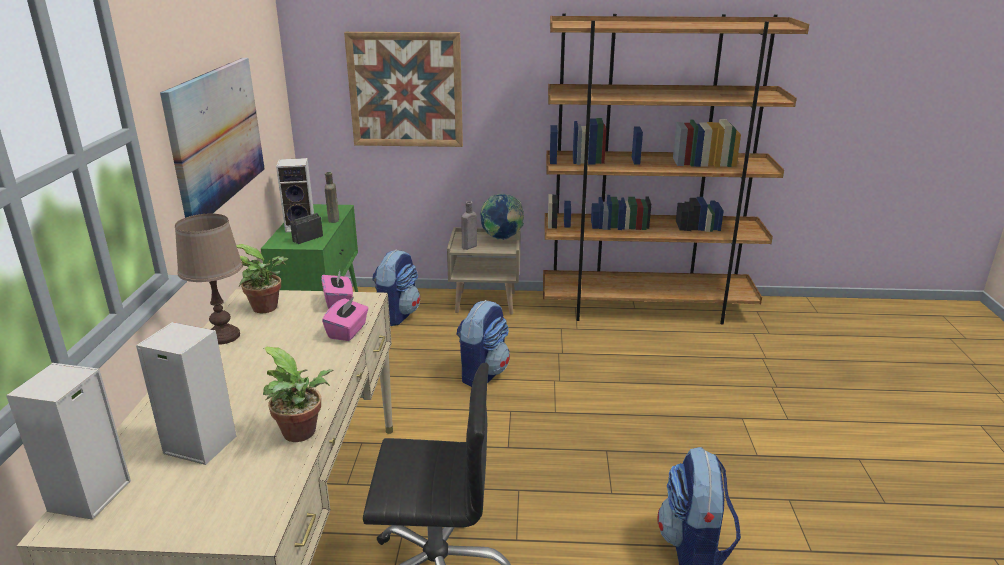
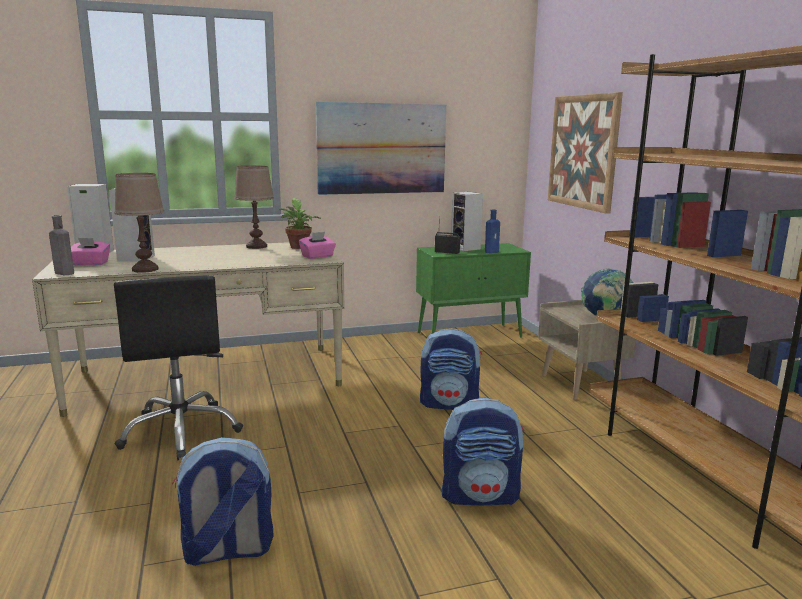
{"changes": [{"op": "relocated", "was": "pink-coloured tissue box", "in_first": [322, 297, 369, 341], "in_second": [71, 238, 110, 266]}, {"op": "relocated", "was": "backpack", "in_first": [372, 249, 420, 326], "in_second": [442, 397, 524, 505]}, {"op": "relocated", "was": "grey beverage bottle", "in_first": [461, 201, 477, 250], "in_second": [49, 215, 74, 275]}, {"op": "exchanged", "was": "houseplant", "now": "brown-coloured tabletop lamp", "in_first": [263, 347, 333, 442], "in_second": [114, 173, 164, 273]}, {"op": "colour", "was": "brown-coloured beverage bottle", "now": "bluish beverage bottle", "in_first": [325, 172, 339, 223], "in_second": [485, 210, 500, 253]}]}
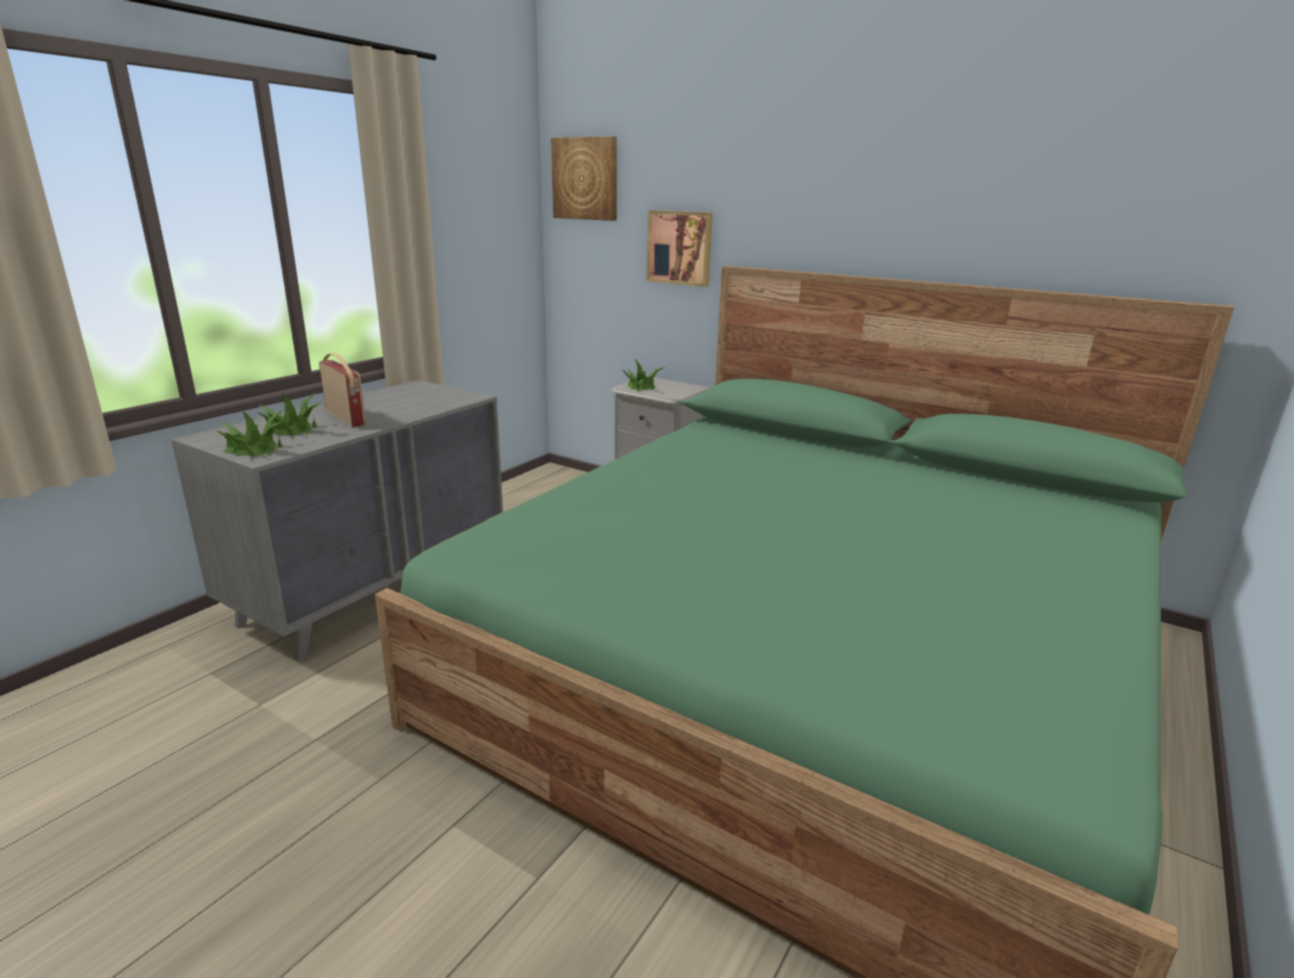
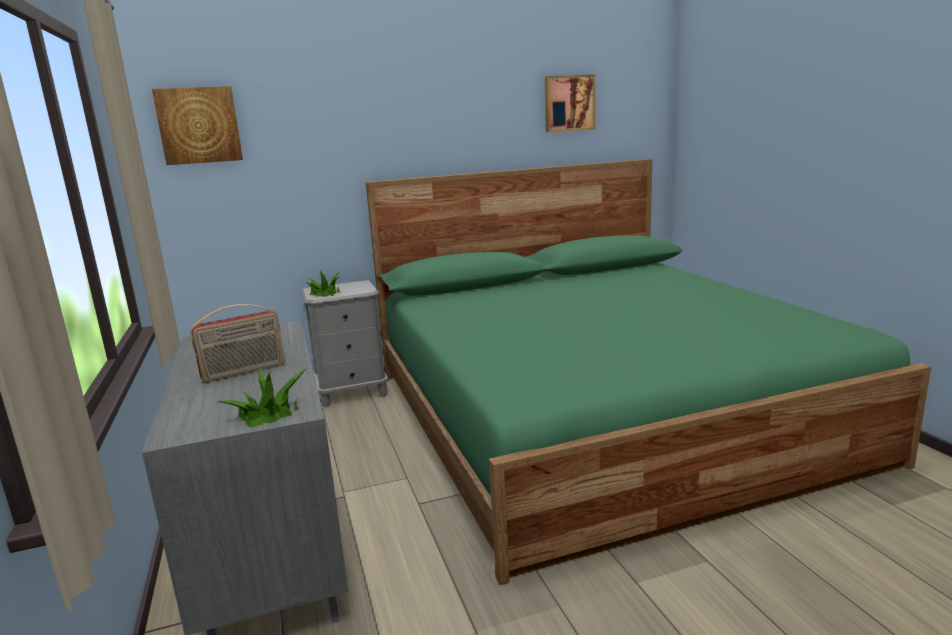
{"changes": [{"op": "missing", "was": "houseplant", "in_first": [257, 393, 321, 436]}, {"op": "relocated", "was": "wall picture", "in_first": [646, 210, 713, 287], "in_second": [545, 74, 596, 132]}, {"op": "spun", "was": "radio receiver", "in_first": [319, 353, 366, 427], "in_second": [190, 304, 285, 382], "clockwise": 150}]}
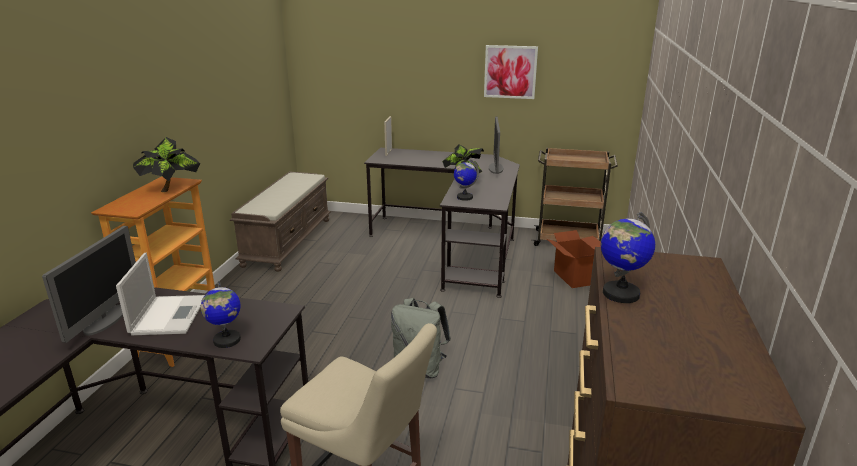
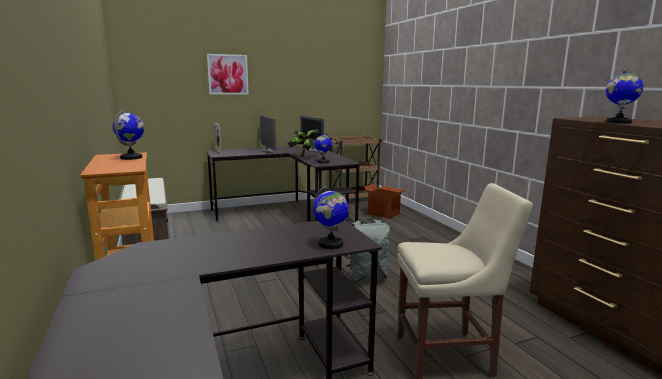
{"changes": [{"op": "missing", "was": "laptop", "in_first": [116, 253, 205, 335]}, {"op": "relocated", "was": "monitor", "in_first": [42, 226, 136, 343], "in_second": [260, 115, 276, 153]}, {"op": "relocated", "was": "wall picture", "in_first": [484, 45, 538, 99], "in_second": [207, 54, 249, 95]}, {"op": "exchanged", "was": "houseplant", "now": "globe", "in_first": [133, 137, 200, 192], "in_second": [113, 109, 144, 160]}]}
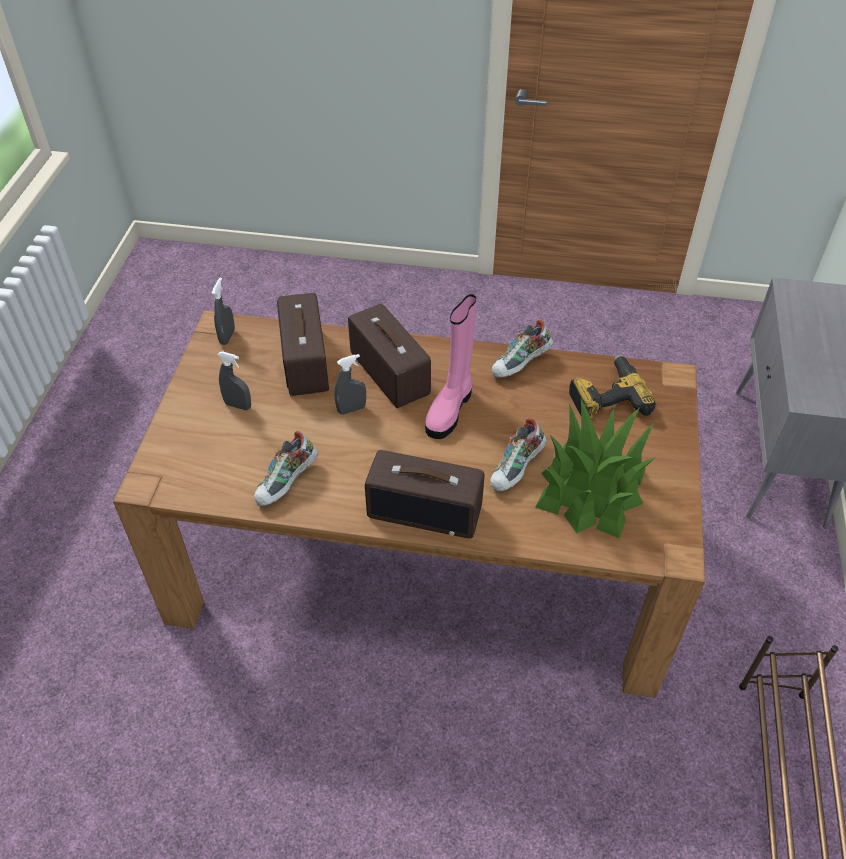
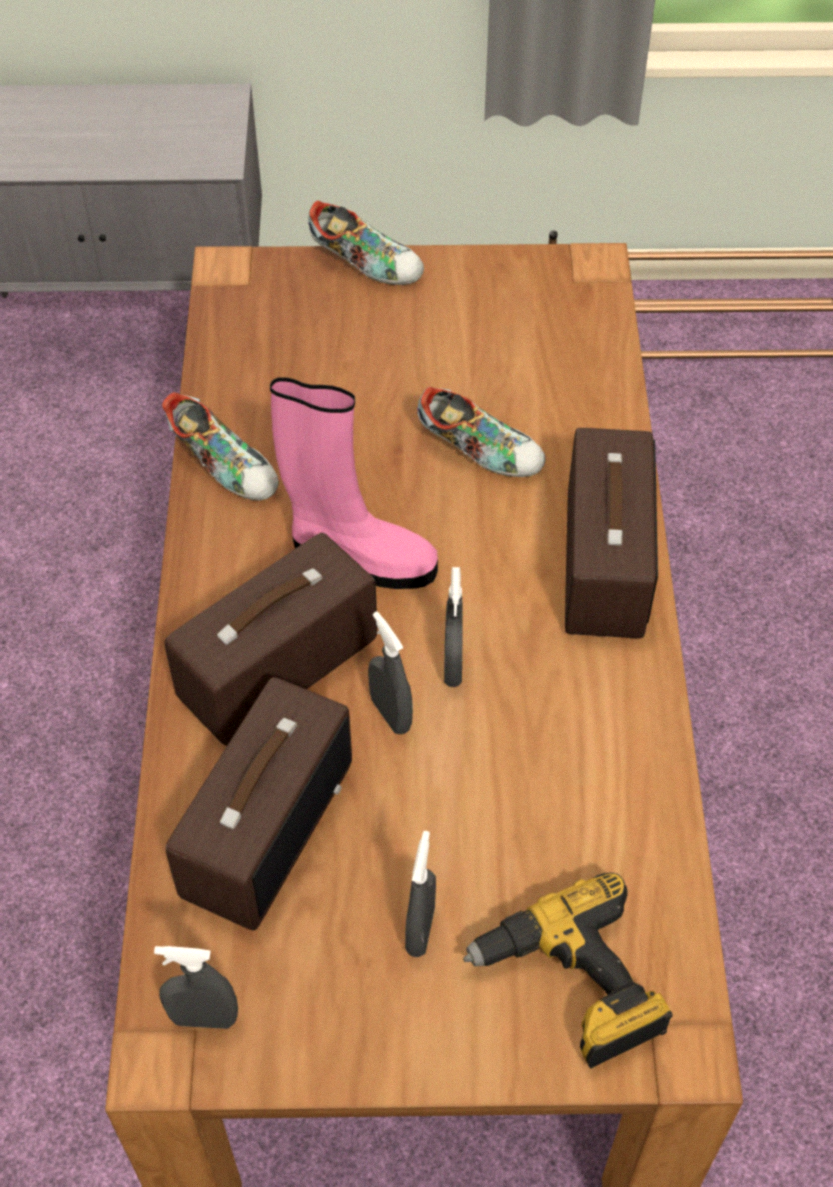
{"changes": [{"op": "missing", "was": "houseplant", "in_first": [535, 399, 656, 538]}, {"op": "appeared", "now": "grey spray bottle", "in_second": [444, 567, 463, 687]}, {"op": "relocated", "was": "item of footwear", "in_first": [254, 430, 318, 506], "in_second": [308, 200, 424, 285]}, {"op": "relocated", "was": "electric drill", "in_first": [569, 355, 656, 418], "in_second": [463, 873, 673, 1068]}, {"op": "spun", "was": "radio receiver", "in_first": [277, 293, 329, 396], "in_second": [166, 677, 352, 930], "clockwise": -45}]}
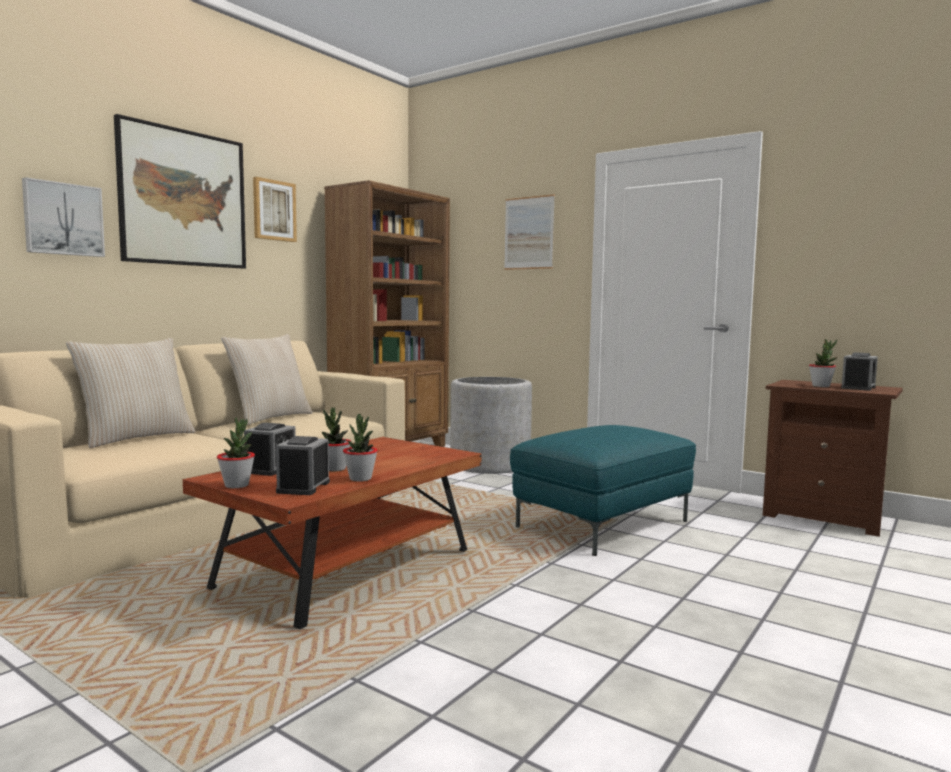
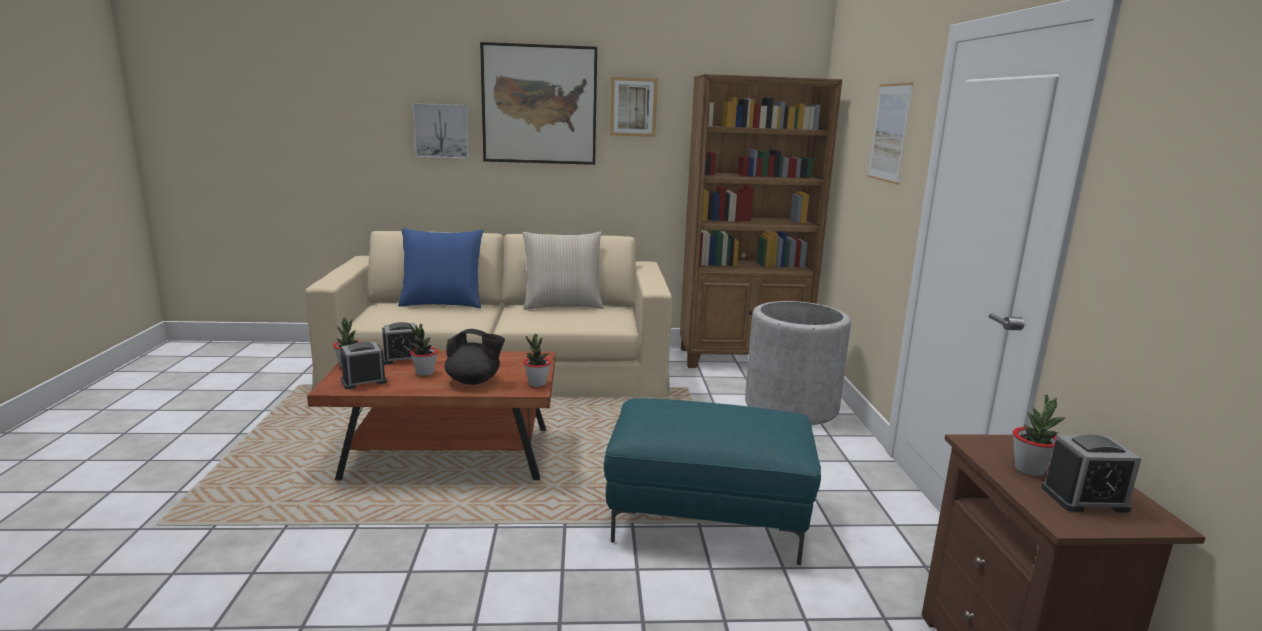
{"changes": [{"op": "appeared", "now": "black pot for tea", "in_second": [445, 329, 505, 385]}, {"op": "relocated", "was": "houseplant", "in_first": [343, 414, 378, 482], "in_second": [524, 334, 551, 387]}, {"op": "colour", "was": "beige cushion", "now": "bluish cushion", "in_first": [66, 338, 196, 448], "in_second": [398, 228, 483, 308]}]}
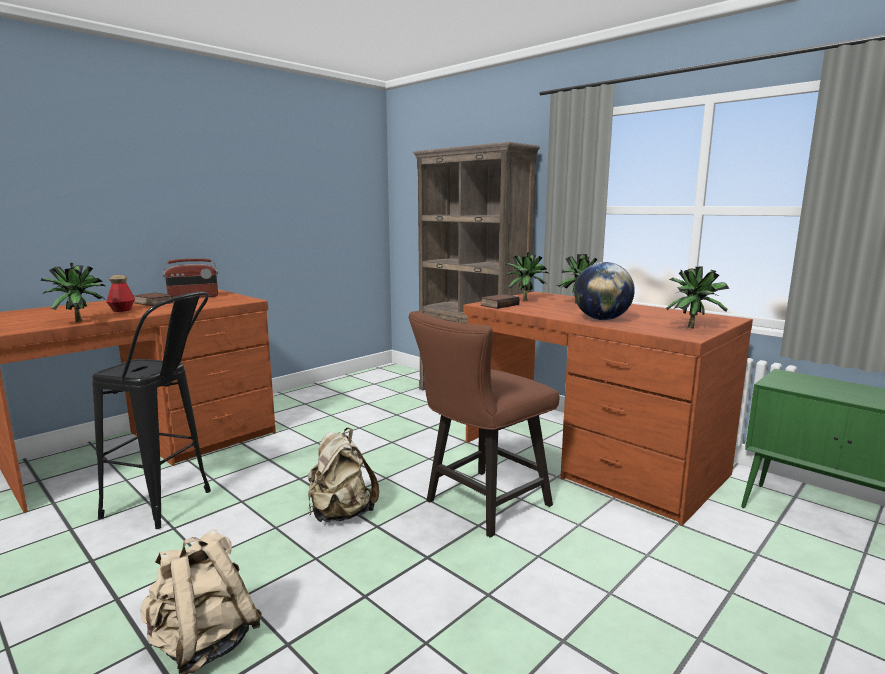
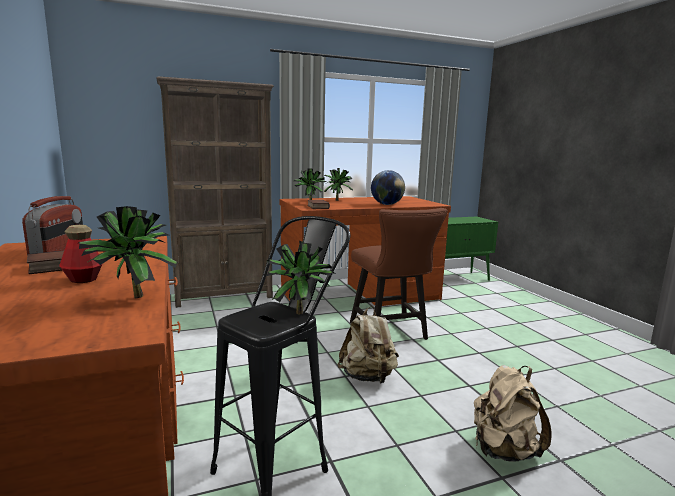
{"changes": [{"op": "relocated", "was": "houseplant", "in_first": [666, 266, 730, 328], "in_second": [266, 241, 335, 314]}]}
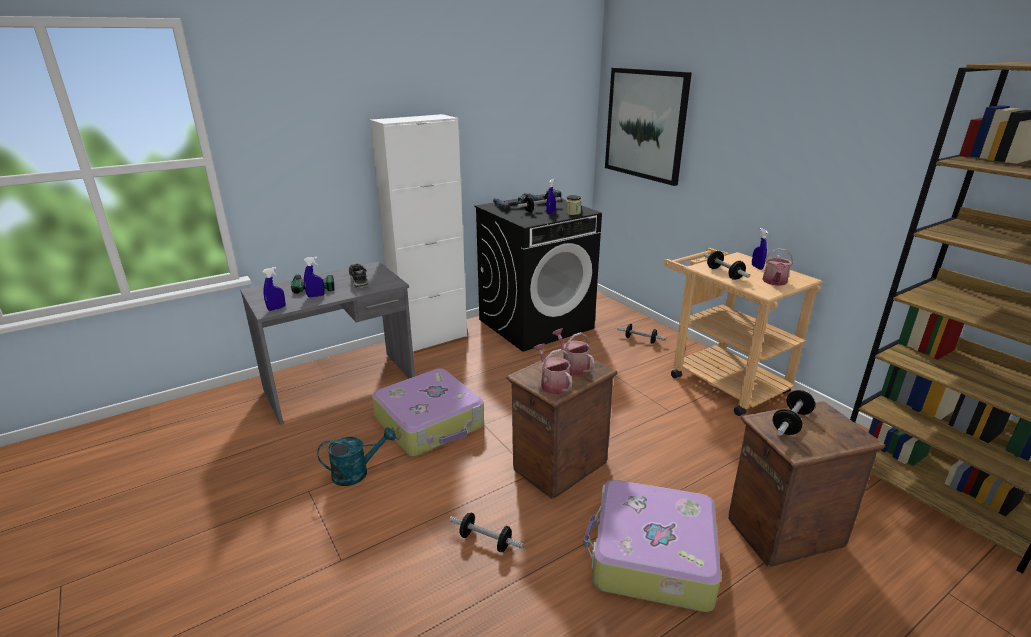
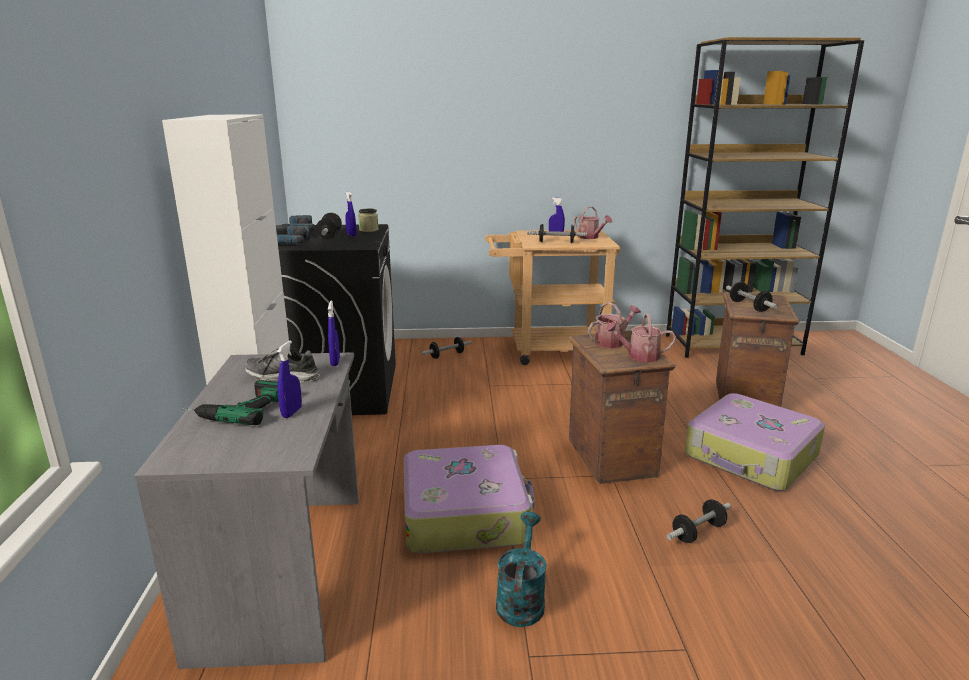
{"changes": [{"op": "missing", "was": "wall picture", "in_first": [605, 68, 692, 186]}, {"op": "relocated", "was": "bluish spray bottle", "in_first": [263, 267, 285, 311], "in_second": [328, 300, 340, 366]}, {"op": "spun", "was": "watering can", "in_first": [552, 328, 595, 376], "in_second": [588, 302, 641, 348], "clockwise": 150}]}
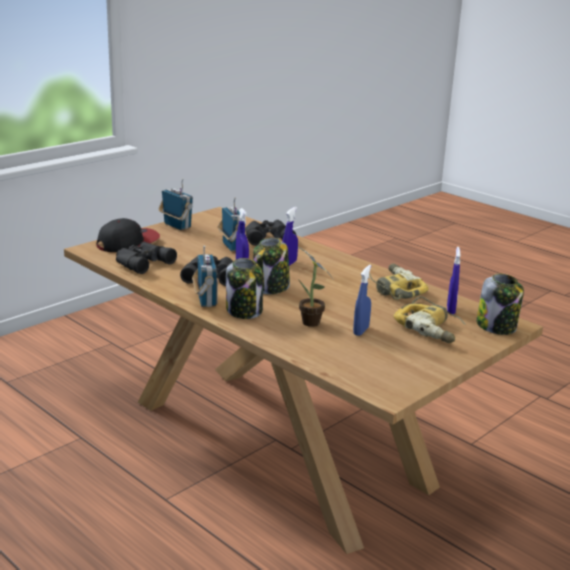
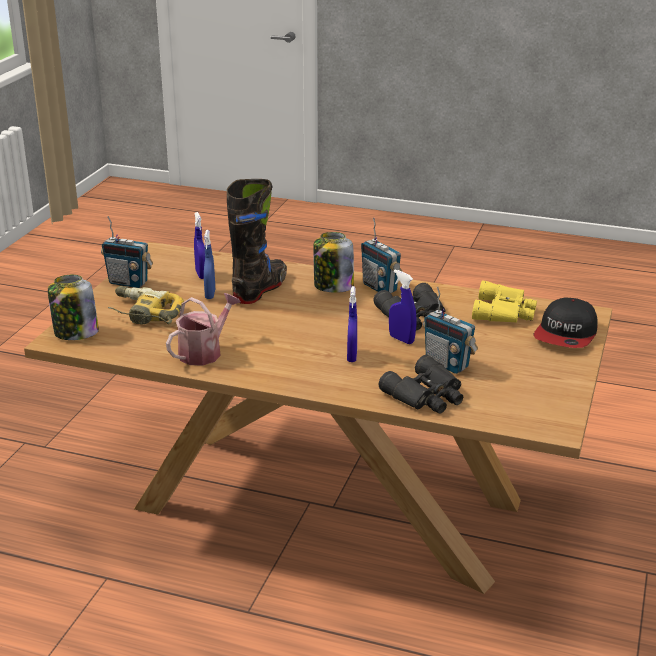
{"changes": [{"op": "missing", "was": "storage jar", "in_first": [253, 238, 290, 294]}, {"op": "relocated", "was": "radio receiver", "in_first": [159, 178, 193, 230], "in_second": [101, 216, 153, 288]}, {"op": "relocated", "was": "bluish spray bottle", "in_first": [447, 247, 460, 314], "in_second": [194, 212, 205, 279]}, {"op": "exchanged", "was": "houseplant", "now": "black high-top boot", "in_first": [298, 247, 334, 327], "in_second": [227, 179, 287, 304]}, {"op": "exchanged", "was": "electric drill", "now": "watering can", "in_first": [369, 263, 429, 300], "in_second": [166, 293, 241, 366]}, {"op": "colour", "was": "black binoculars", "now": "yellowish binoculars", "in_first": [116, 241, 177, 274], "in_second": [472, 280, 537, 323]}]}
